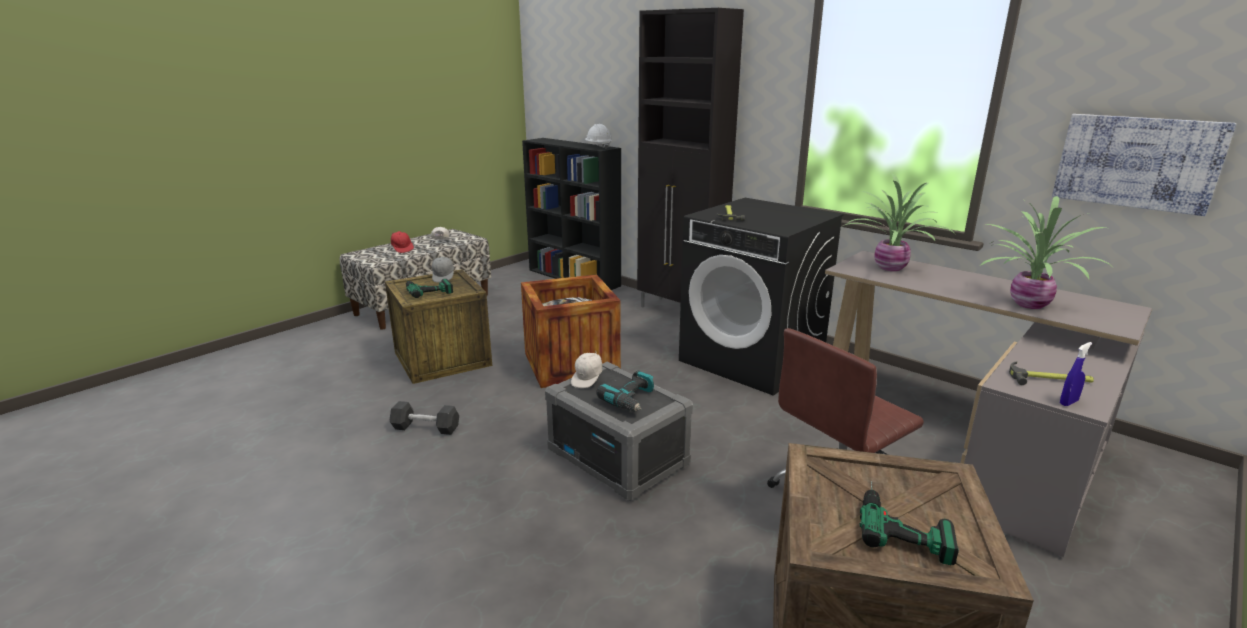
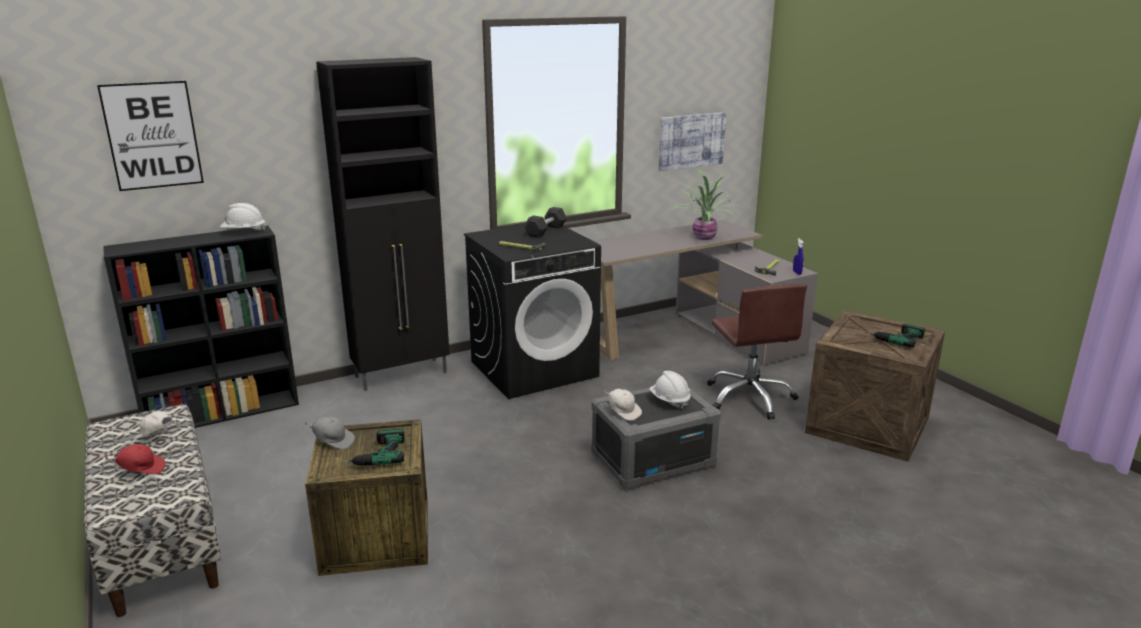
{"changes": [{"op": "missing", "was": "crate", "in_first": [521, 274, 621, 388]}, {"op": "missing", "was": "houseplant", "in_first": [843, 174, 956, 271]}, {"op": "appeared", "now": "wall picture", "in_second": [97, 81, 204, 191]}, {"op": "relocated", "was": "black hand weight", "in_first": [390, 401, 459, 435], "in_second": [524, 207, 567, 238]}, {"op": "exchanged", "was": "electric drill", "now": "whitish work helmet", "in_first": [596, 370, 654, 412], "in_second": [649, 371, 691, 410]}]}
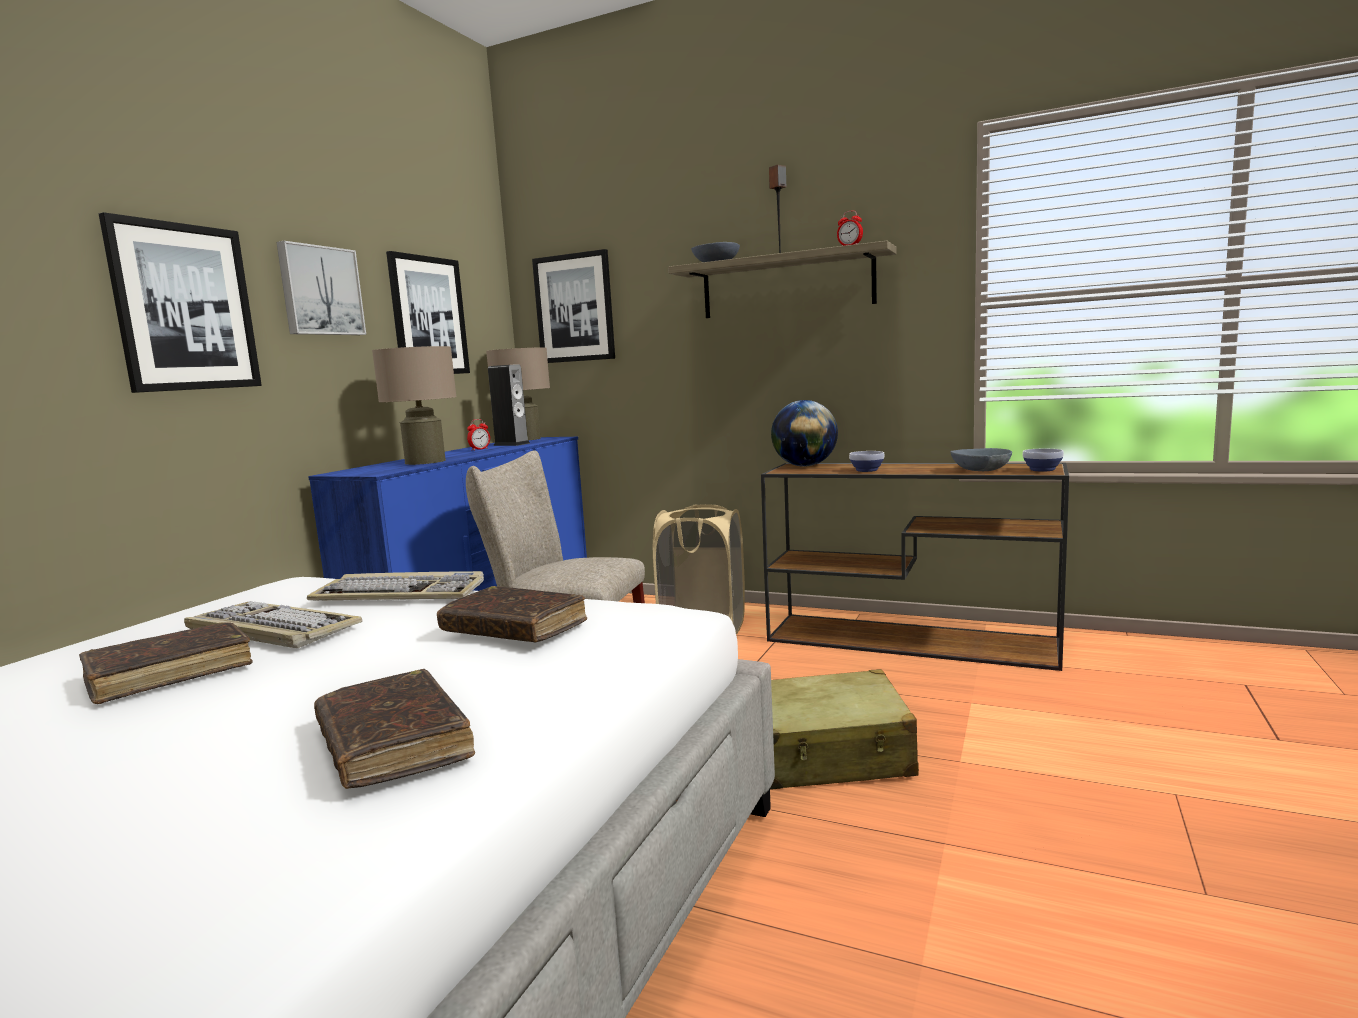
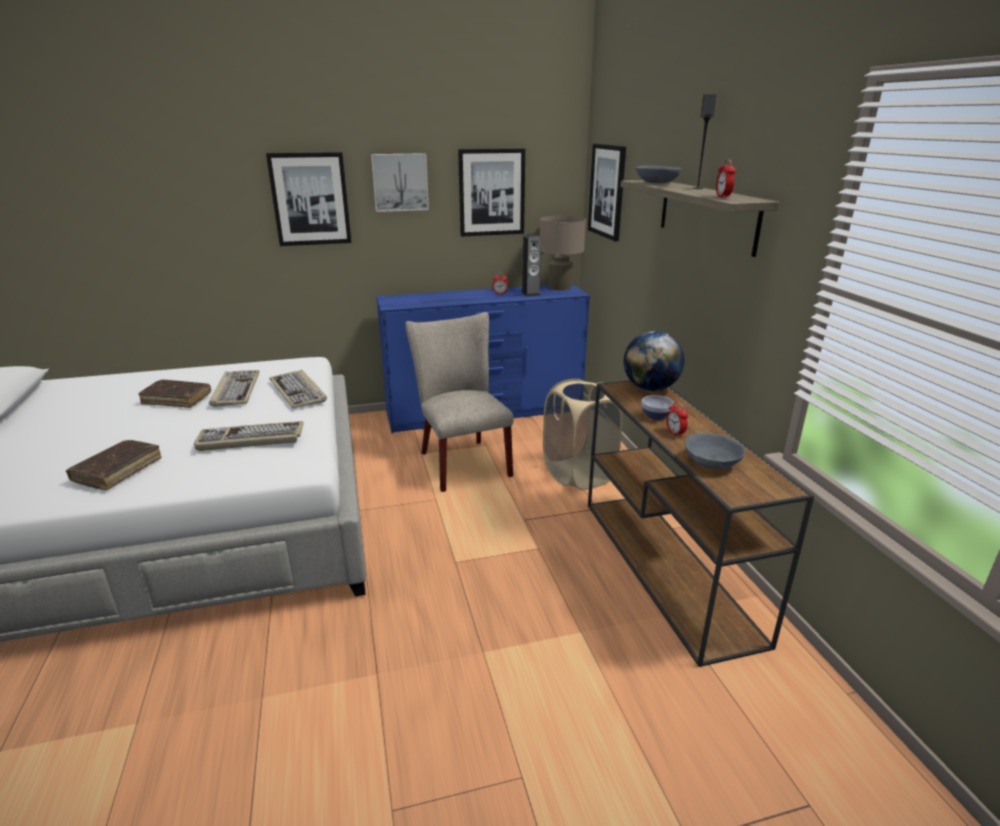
{"changes": [{"op": "missing", "was": "beige tabletop lamp", "in_first": [372, 346, 457, 465]}, {"op": "missing", "was": "beige piece of luggage", "in_first": [770, 669, 919, 790]}, {"op": "missing", "was": "serving bowl", "in_first": [1023, 449, 1064, 472]}, {"op": "appeared", "now": "table clock", "in_second": [666, 401, 688, 437]}, {"op": "exchanged", "was": "brown-coloured volume", "now": "keyboard", "in_first": [437, 586, 587, 642], "in_second": [194, 421, 303, 451]}]}
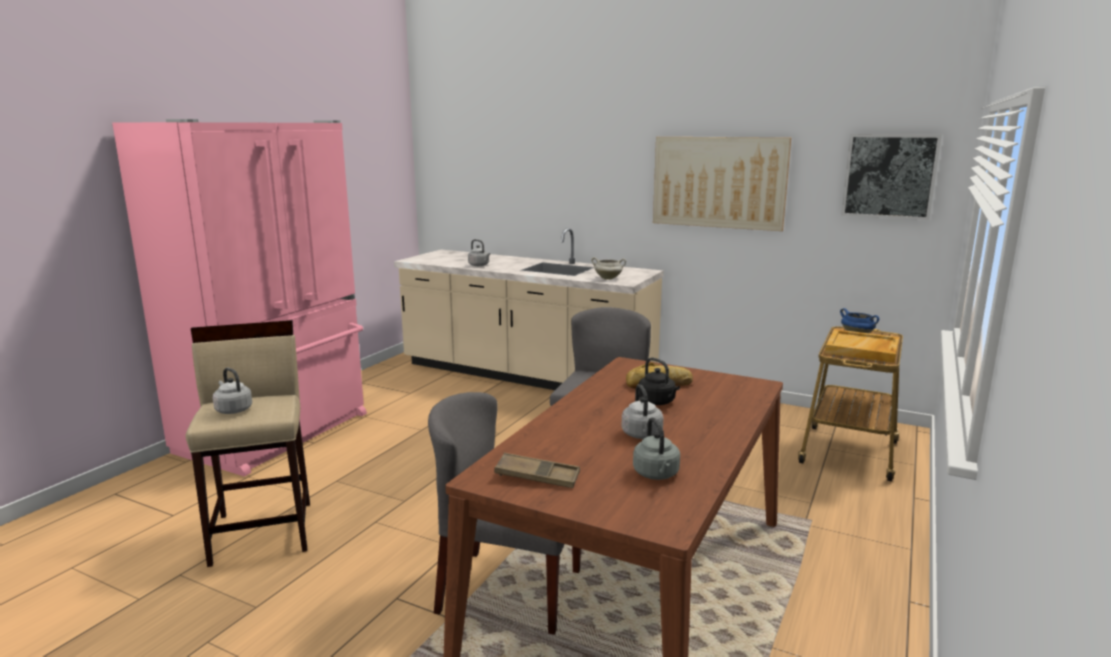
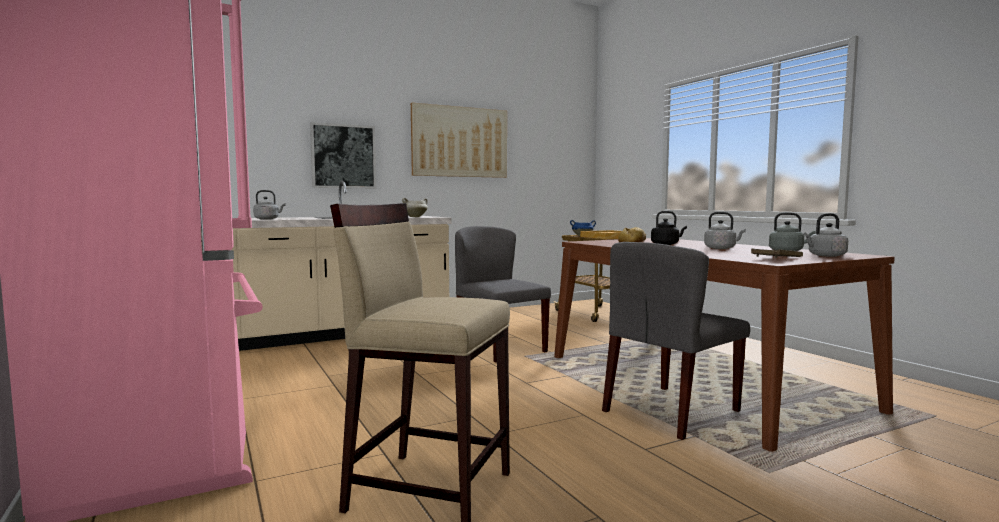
{"changes": [{"op": "relocated", "was": "grey kettle", "in_first": [213, 368, 252, 414], "in_second": [803, 213, 848, 257]}, {"op": "relocated", "was": "wall picture", "in_first": [841, 134, 942, 220], "in_second": [310, 122, 376, 188]}]}
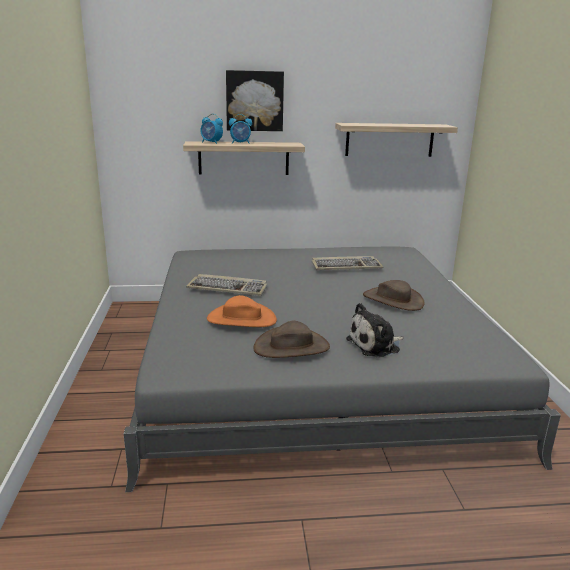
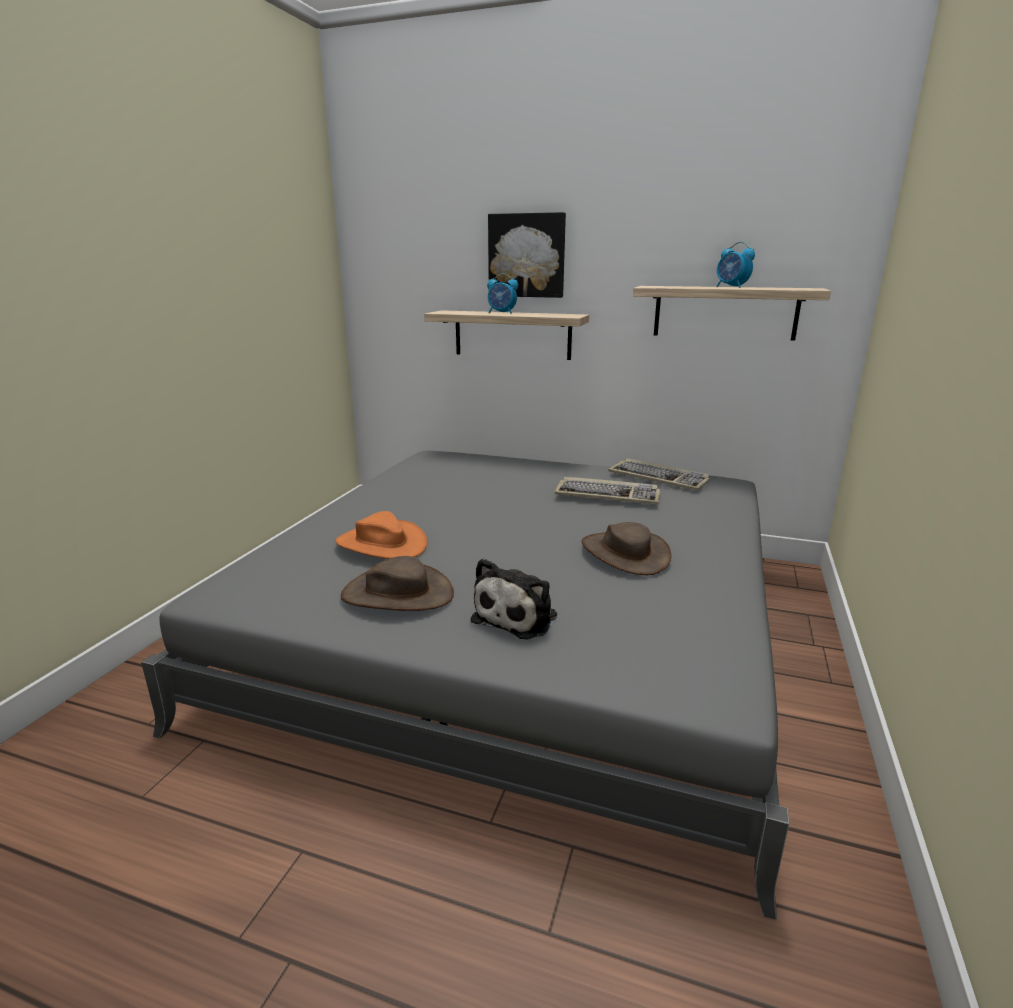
{"changes": [{"op": "relocated", "was": "keyboard", "in_first": [186, 274, 267, 296], "in_second": [608, 458, 710, 491]}, {"op": "relocated", "was": "table clock", "in_first": [200, 114, 223, 144], "in_second": [717, 242, 755, 288]}, {"op": "spun", "was": "plush toy", "in_first": [346, 303, 404, 358], "in_second": [471, 558, 557, 639], "clockwise": -60}]}
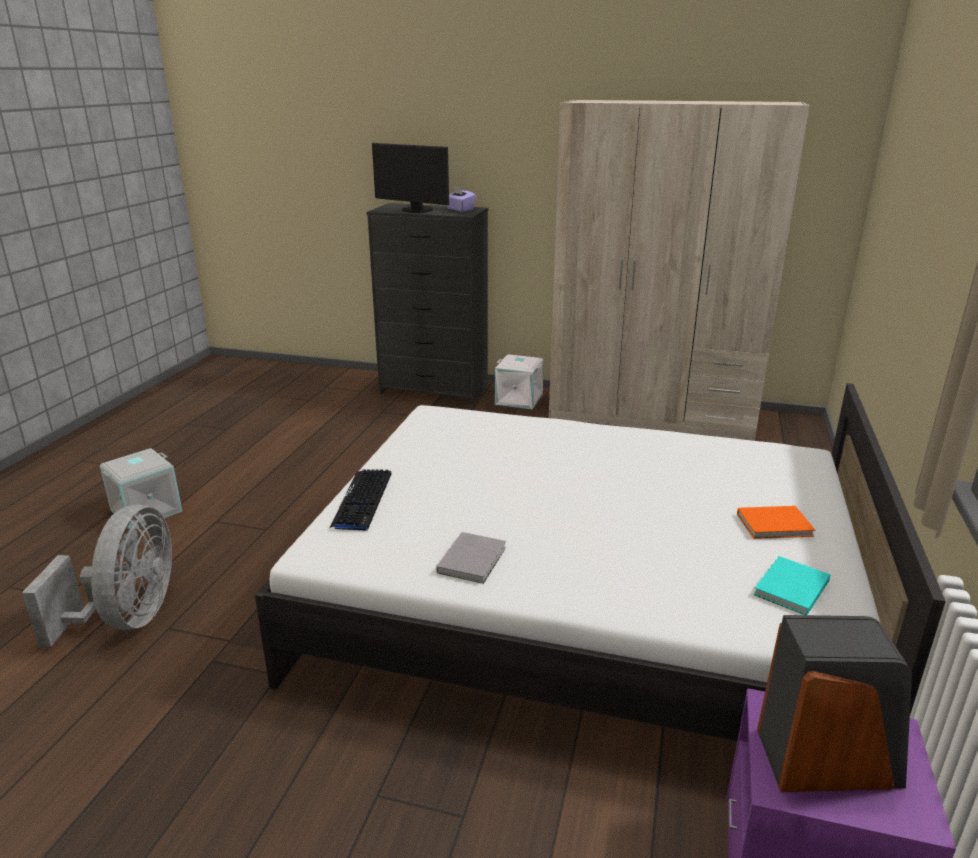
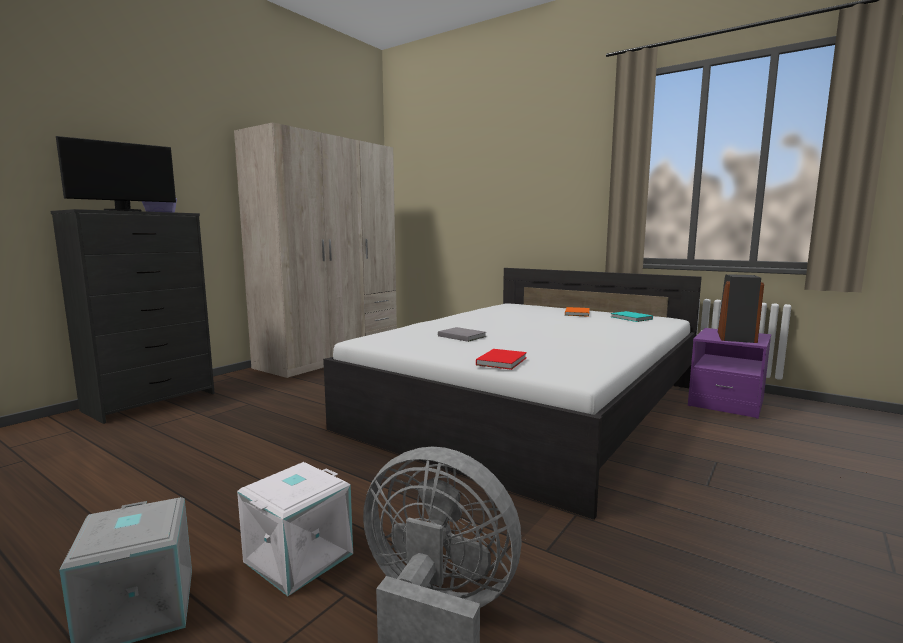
{"changes": [{"op": "relocated", "was": "grey volume", "in_first": [436, 532, 506, 584], "in_second": [438, 327, 486, 342]}, {"op": "relocated", "was": "whitish storage bin", "in_first": [495, 354, 544, 409], "in_second": [237, 462, 353, 596]}, {"op": "exchanged", "was": "keyboard", "now": "red-coloured volume", "in_first": [329, 469, 392, 530], "in_second": [476, 349, 527, 370]}]}
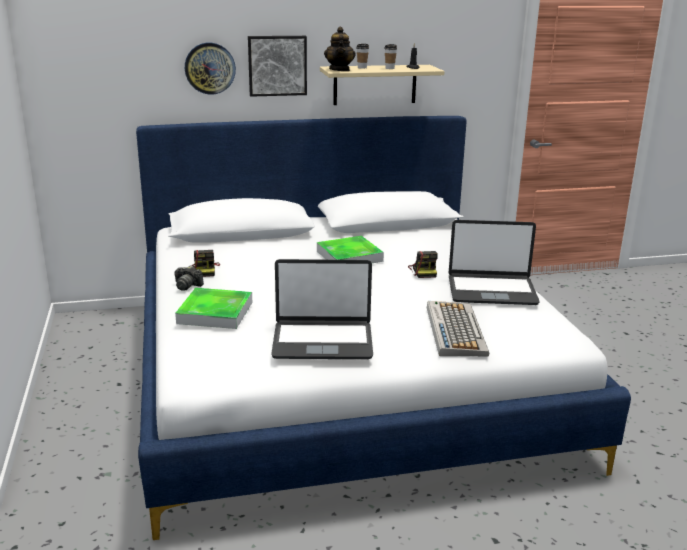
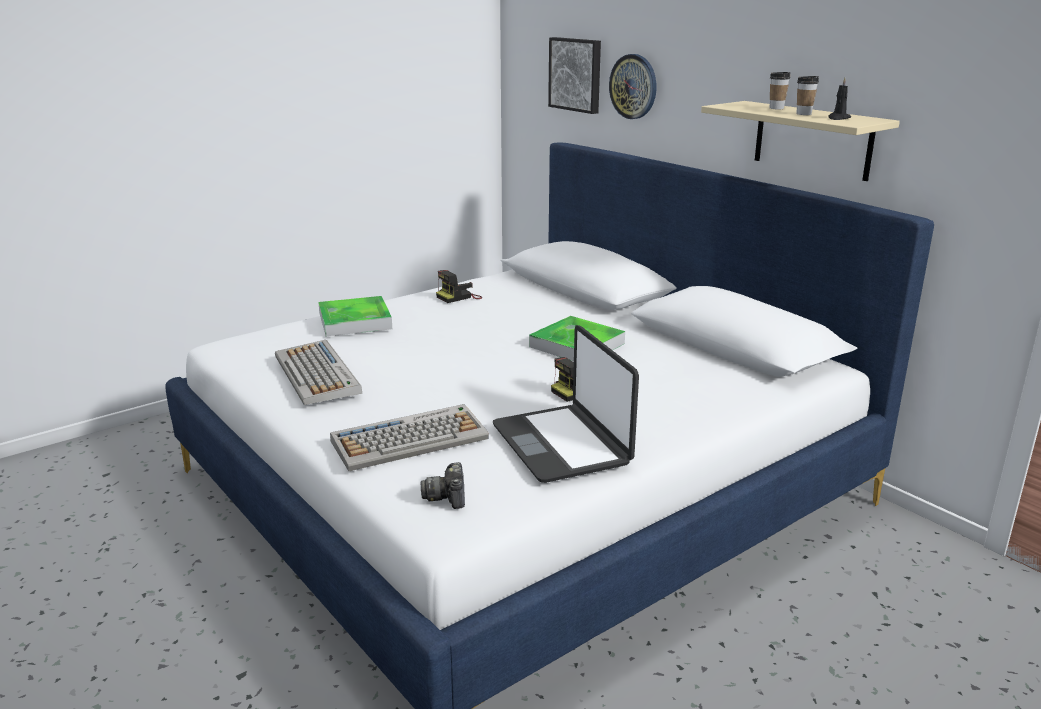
{"changes": [{"op": "missing", "was": "pot for tea", "in_first": [324, 27, 356, 71]}, {"op": "relocated", "was": "photo camera", "in_first": [174, 266, 204, 291], "in_second": [421, 462, 465, 509]}, {"op": "relocated", "was": "wall picture", "in_first": [248, 36, 307, 97], "in_second": [548, 37, 601, 114]}, {"op": "exchanged", "was": "laptop", "now": "keyboard", "in_first": [271, 259, 373, 359], "in_second": [275, 340, 363, 405]}]}
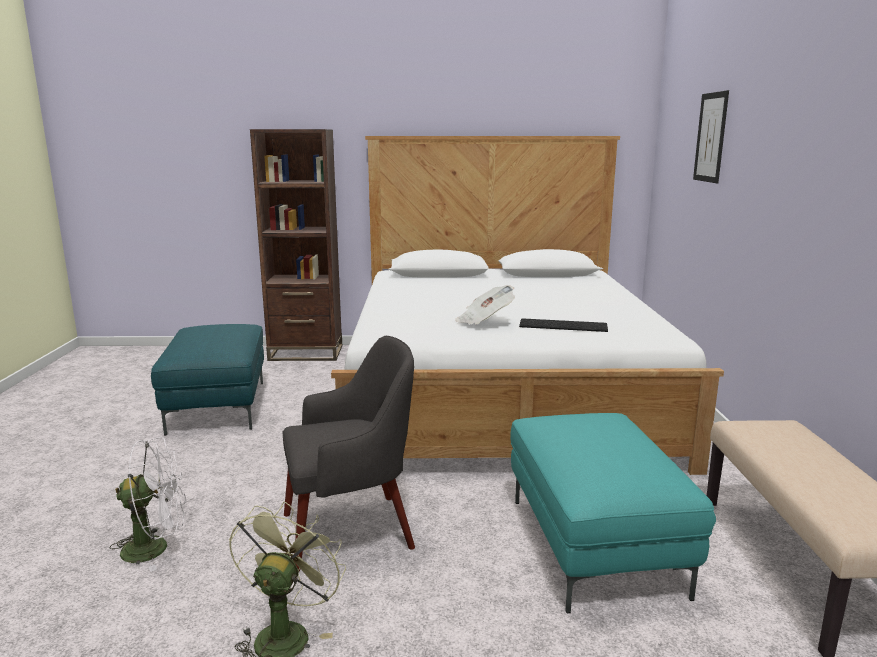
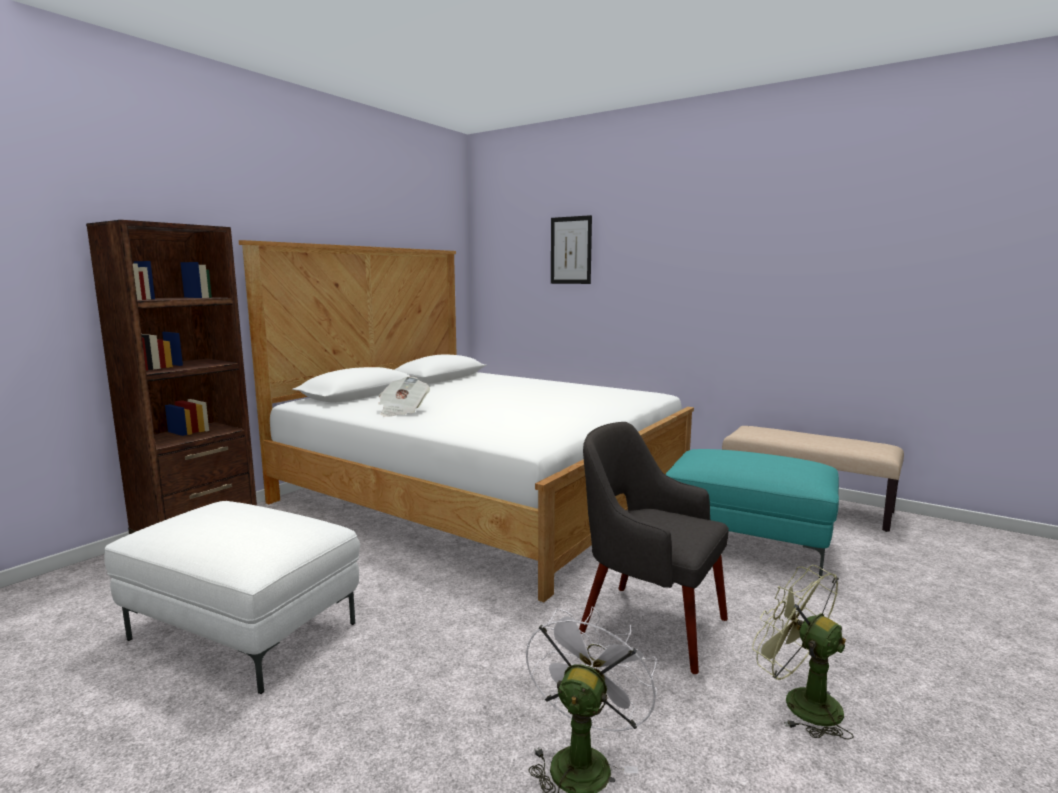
{"changes": [{"op": "missing", "was": "keyboard", "in_first": [519, 318, 608, 332]}, {"op": "relocated", "was": "newspaper", "in_first": [455, 285, 515, 325], "in_second": [379, 377, 430, 417]}, {"op": "colour", "was": "blue-green ottoman", "now": "whitish ottoman", "in_first": [151, 324, 264, 436], "in_second": [104, 501, 360, 694]}, {"op": "spun", "was": "grey armchair", "in_first": [283, 336, 415, 571], "in_second": [579, 422, 729, 674], "clockwise": -75}]}
